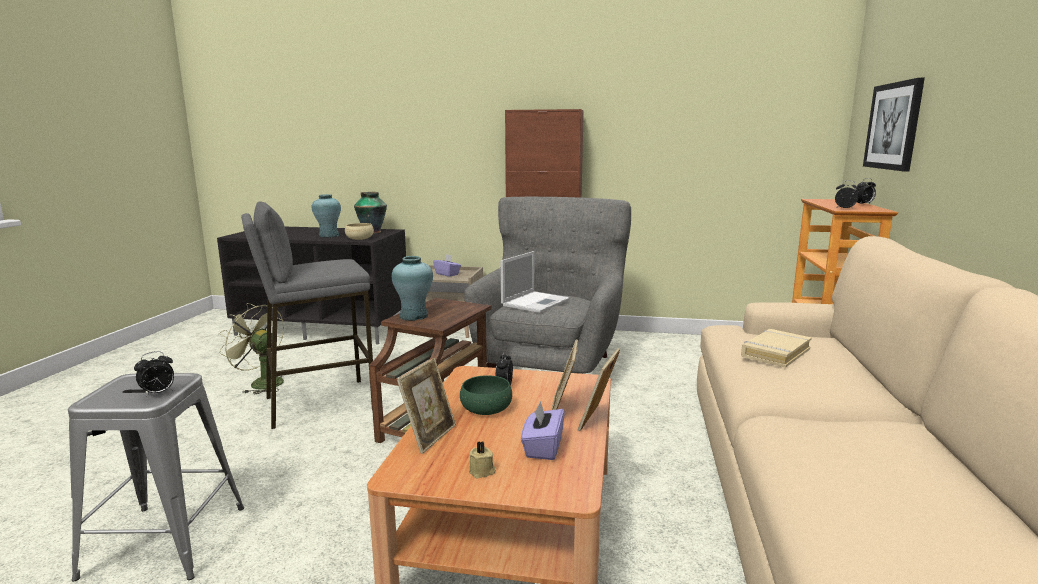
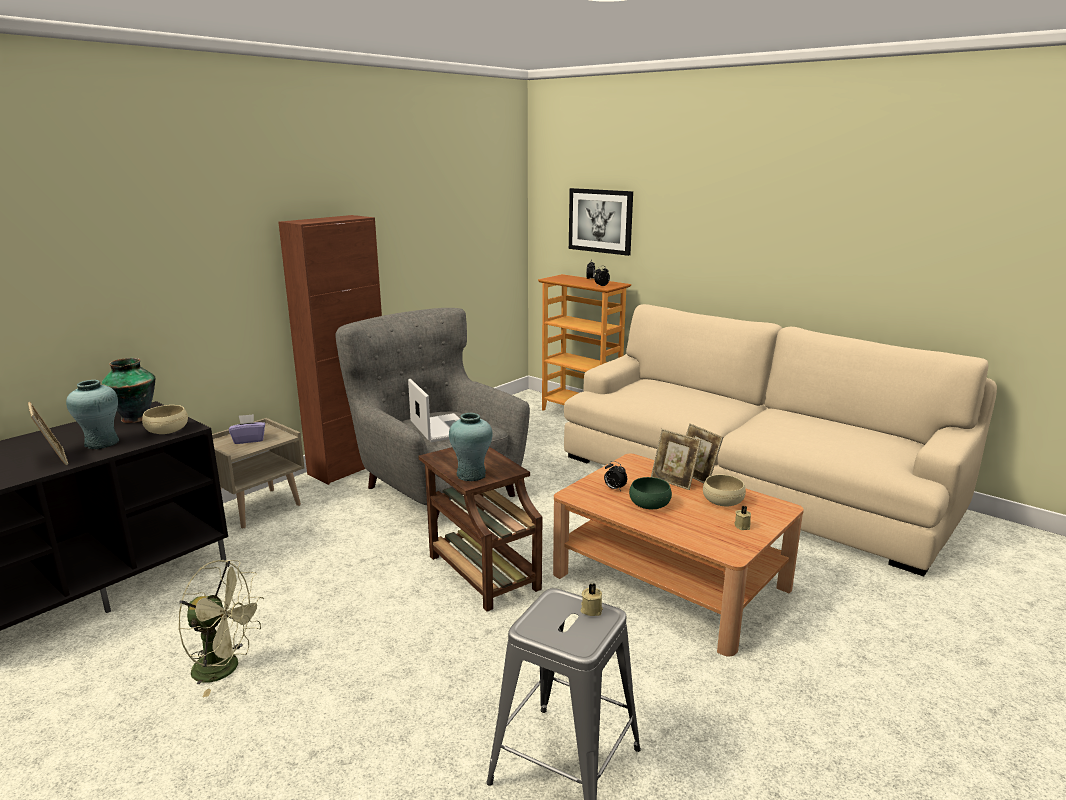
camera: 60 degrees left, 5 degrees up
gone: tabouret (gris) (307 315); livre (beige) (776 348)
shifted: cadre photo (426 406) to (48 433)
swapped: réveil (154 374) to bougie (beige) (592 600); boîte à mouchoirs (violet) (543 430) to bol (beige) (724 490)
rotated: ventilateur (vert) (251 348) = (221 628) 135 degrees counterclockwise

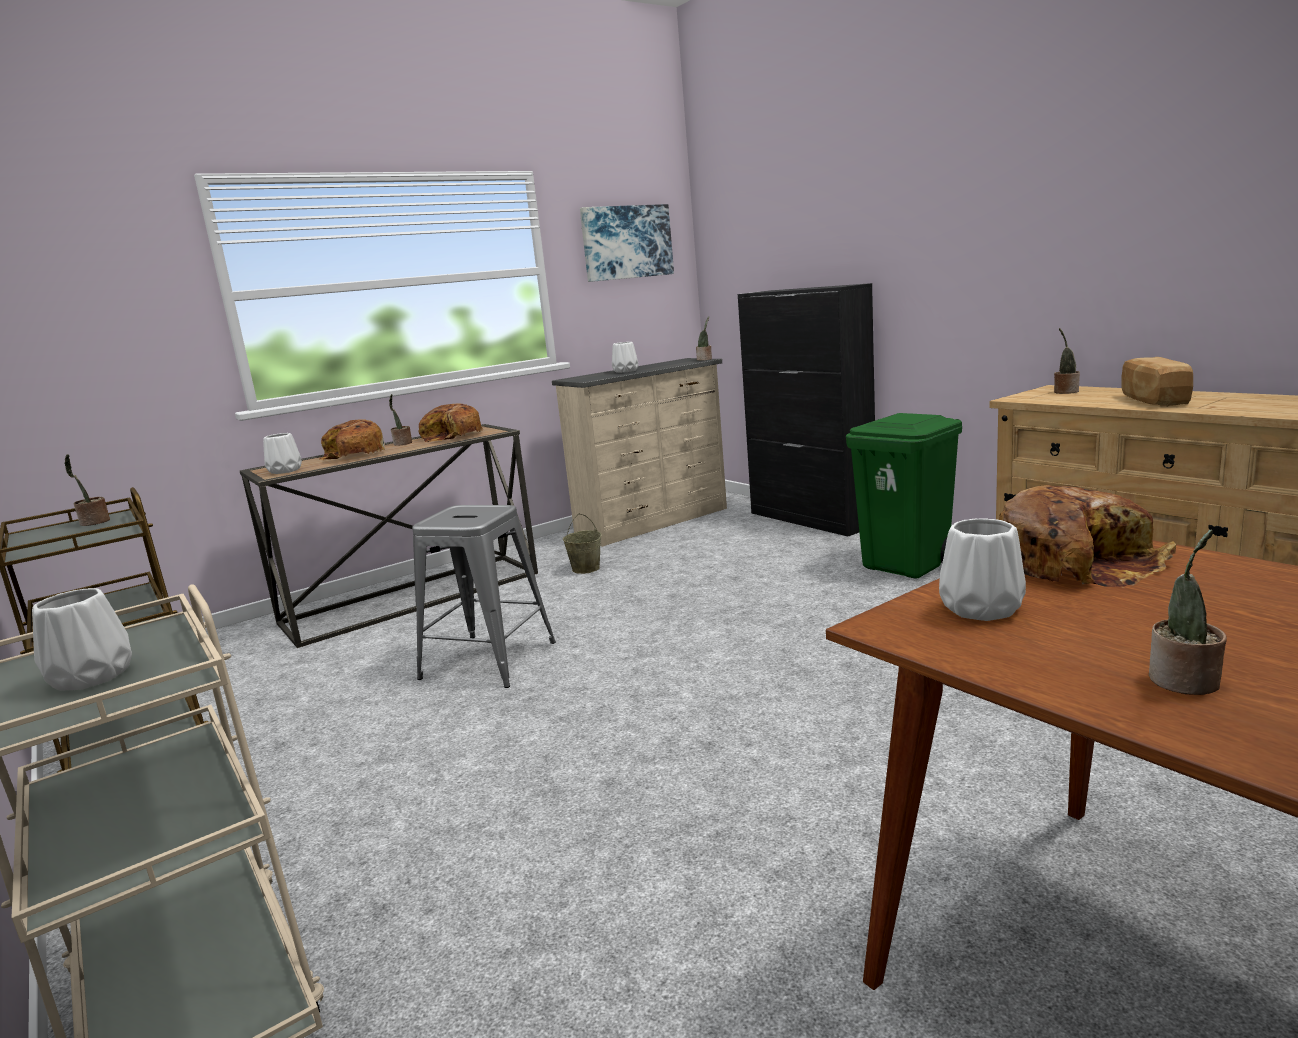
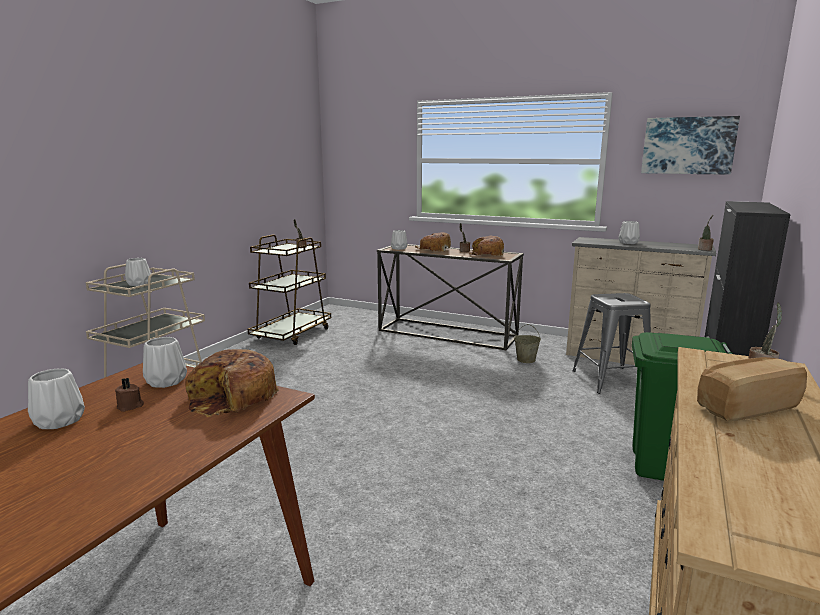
camera: 60 degrees right, 0 degrees up
new: bougie (marron) (129 395)
shifted: tabouret (gris) (484 596) to (612 343)
swapped: plante en pot (1188 612) to vase (blanc) (56 398)

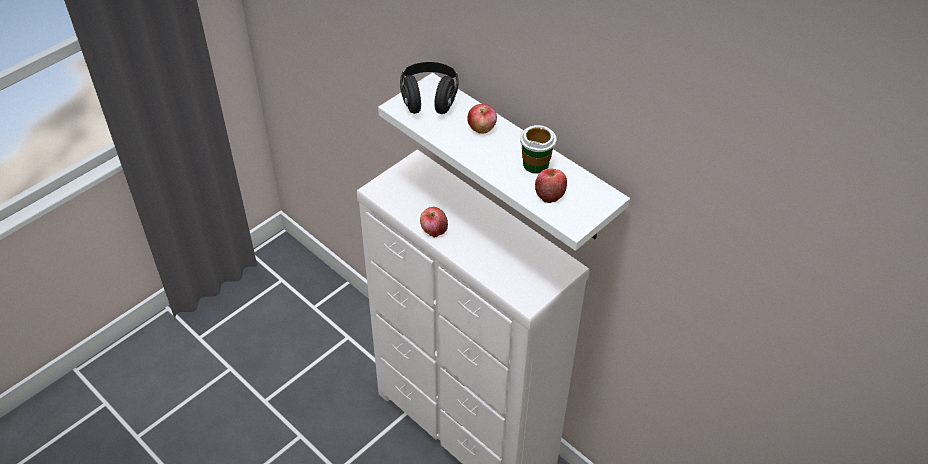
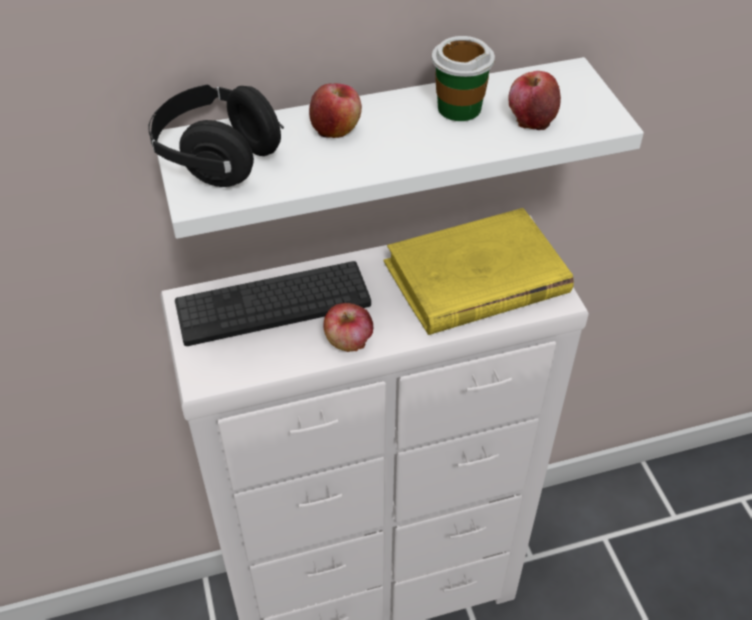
camera: 60 degrees left, 0 degrees up
new: clavier (273 303); livre (jaune) (479 271)

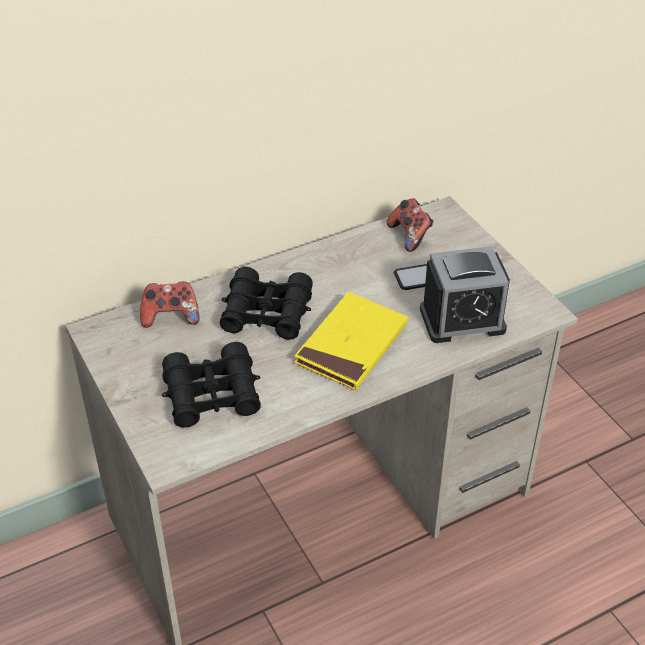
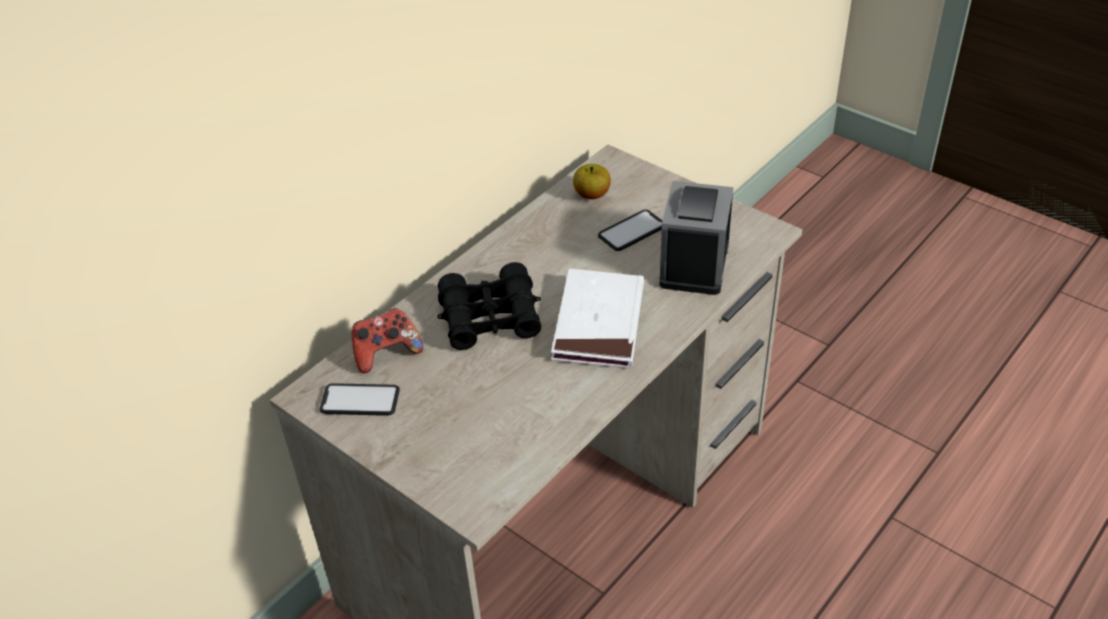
camera: 20 degrees left, 0 degrees up
gone: jumelles (noir) (211 384)
new: téléphone (360 399)
swapped: manette (410 225) to pomme (592 181)
repainted: livre (jaune) (351 341) to livre (blanc) (597 319)
rotated: réveil (465 294) = (696 238) 135 degrees clockwise

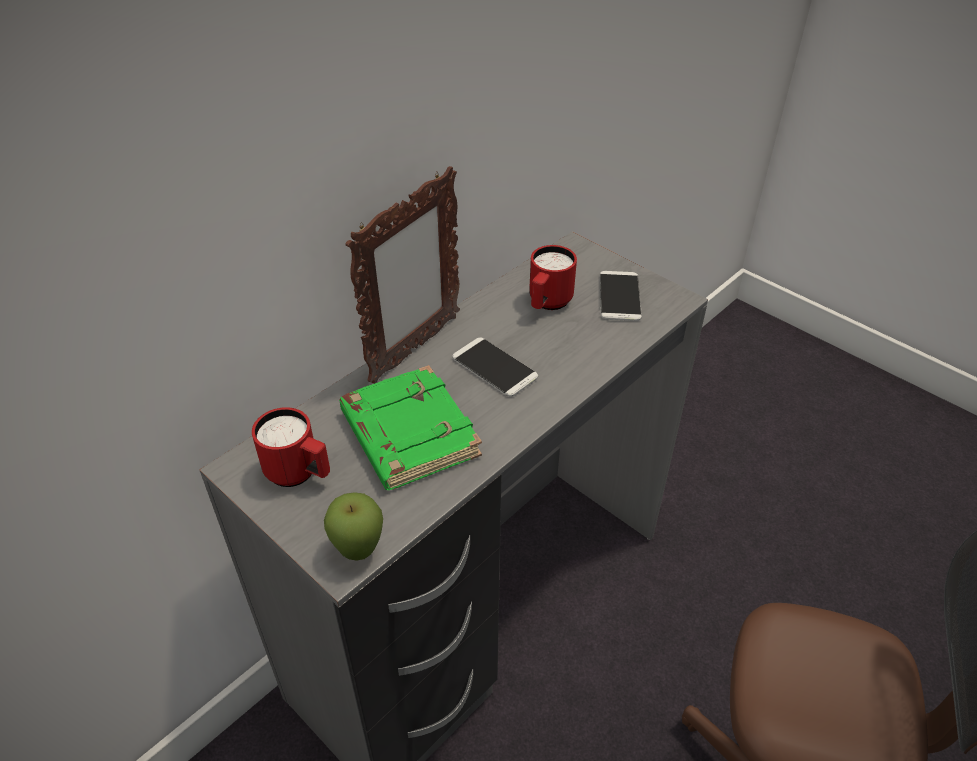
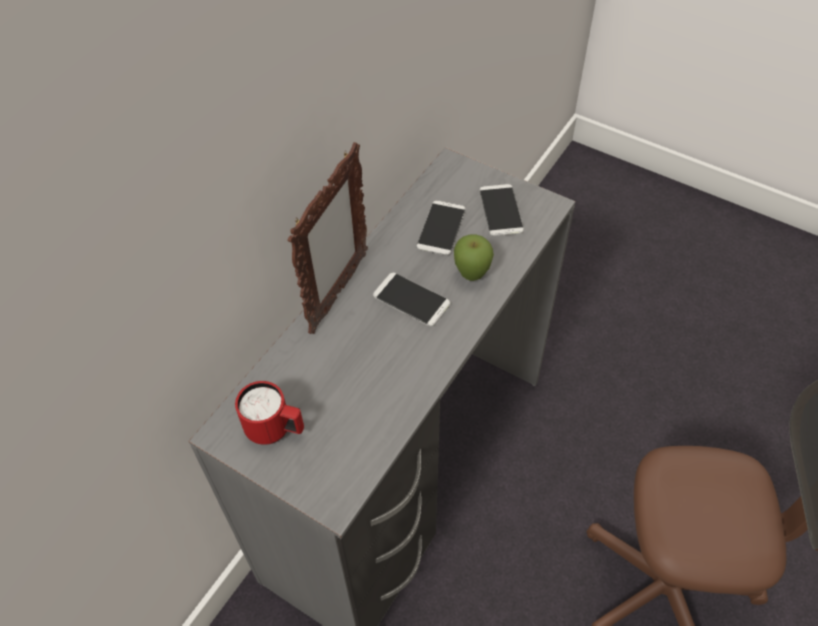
camera: 10 degrees left, 10 degrees up
gone: livre (vert) (410 427)
shifted: pomme (353 526) to (474 257)
swapped: mug (rouge) (553 277) to téléphone (441 228)

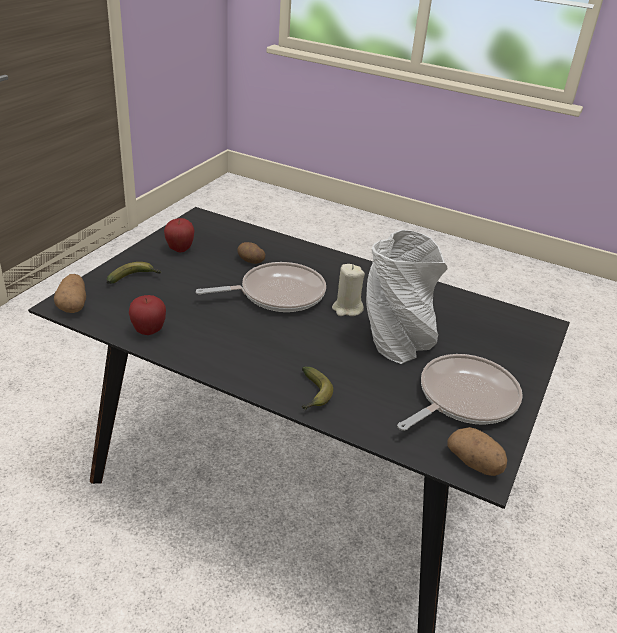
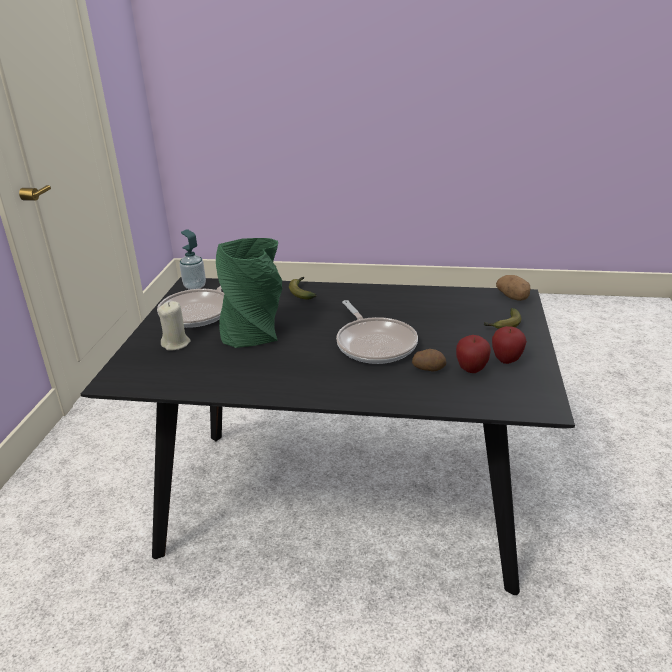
camera: 165 degrees right, 5 degrees down
shifted: bougie (beige) (348 290) to (174 326); pomme (147 315) to (473 354)
swapped: pomme de terre (477 451) to distributeur de savon (192 259)
repainted: vase (gris) (406 297) to vase (vert) (249 293)
rotated: poêle (261 287) = (377 332) 75 degrees counterclockwise

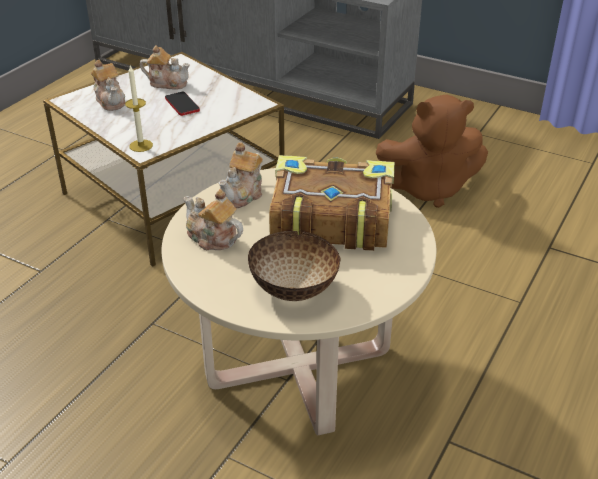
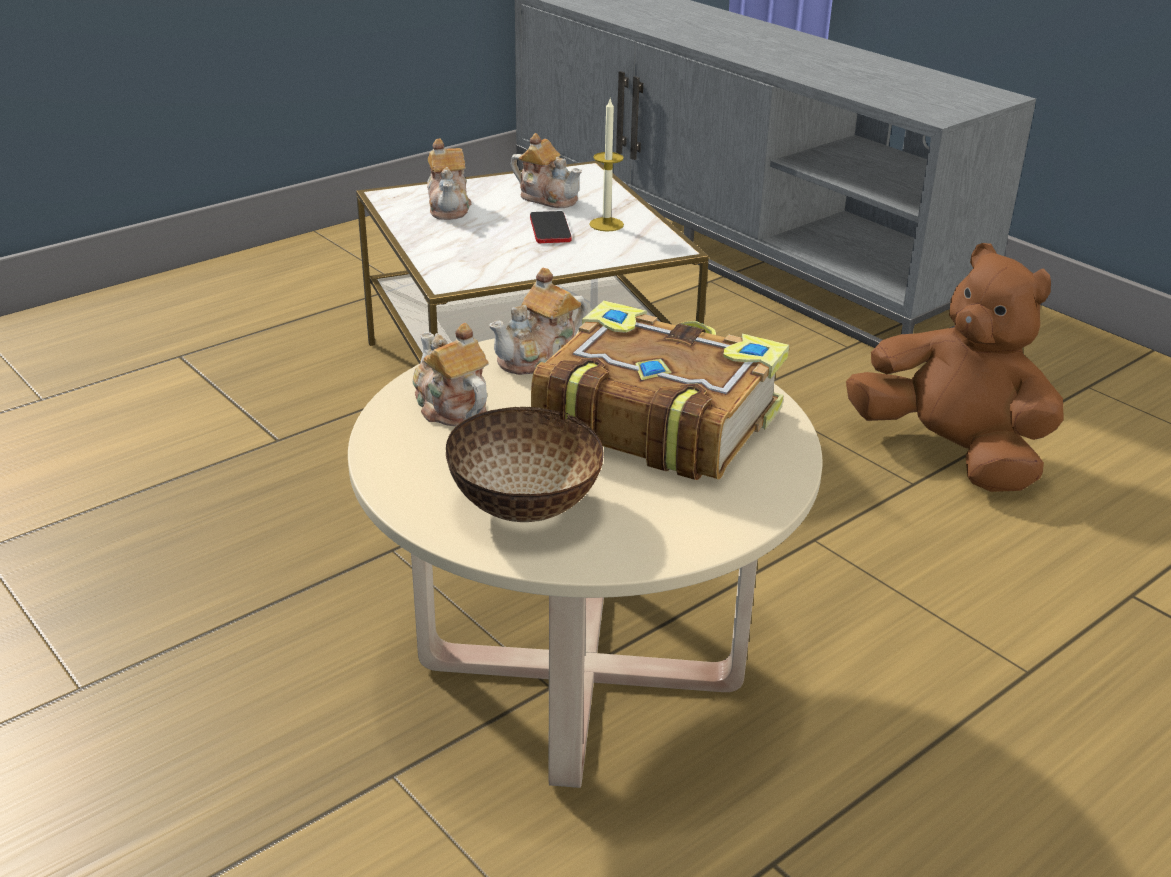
camera: 20 degrees right, 5 degrees down
shifted: bougie (139 109) to (606 164)
rotated: peluche (marron) (432 151) = (955 367) 150 degrees counterclockwise

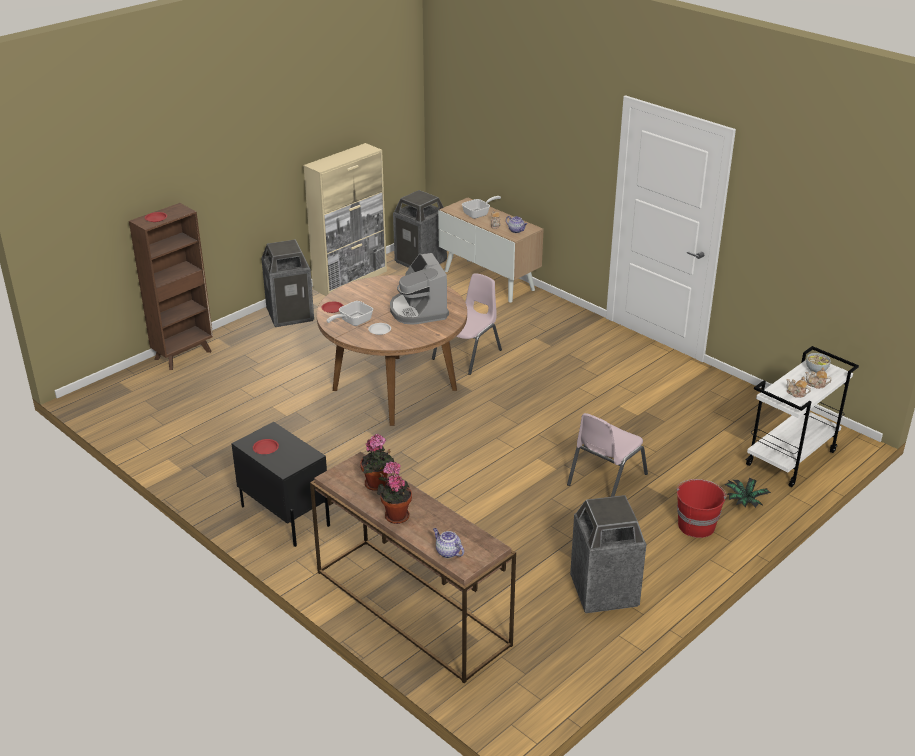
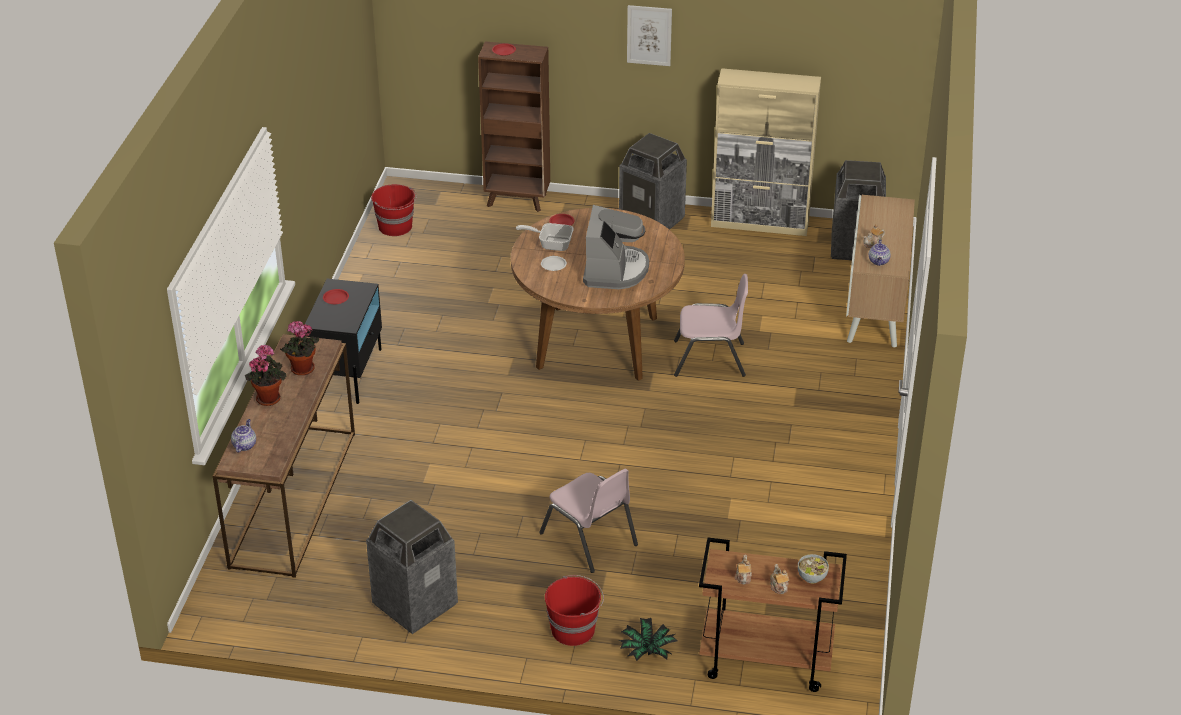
camera: 55 degrees right, 5 degrees up
gone: poêle (481 207)
new: seau (rouge) (394 210); tableau (649 35)
repainted: chariot (blanc) (802 416) to chariot (marron) (773 615)
rotated: chaise (rose) (607 455) = (588 521) 135 degrees counterclockwise; machine à café (419 289) = (616 247) 150 degrees clockwise

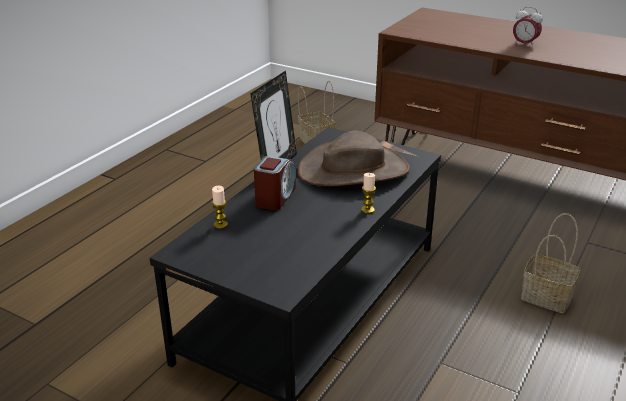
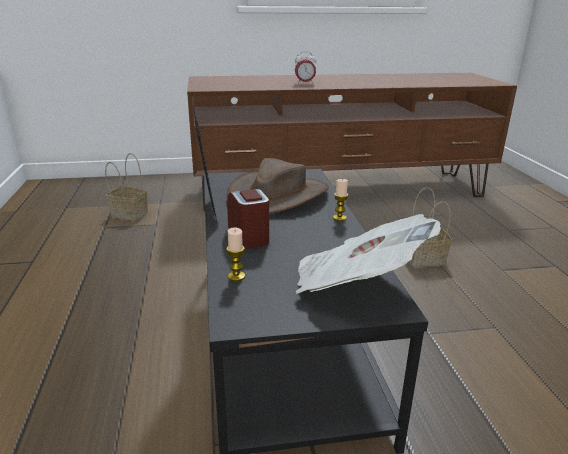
camera: 40 degrees left, 5 degrees down
new: journal (368 254)

